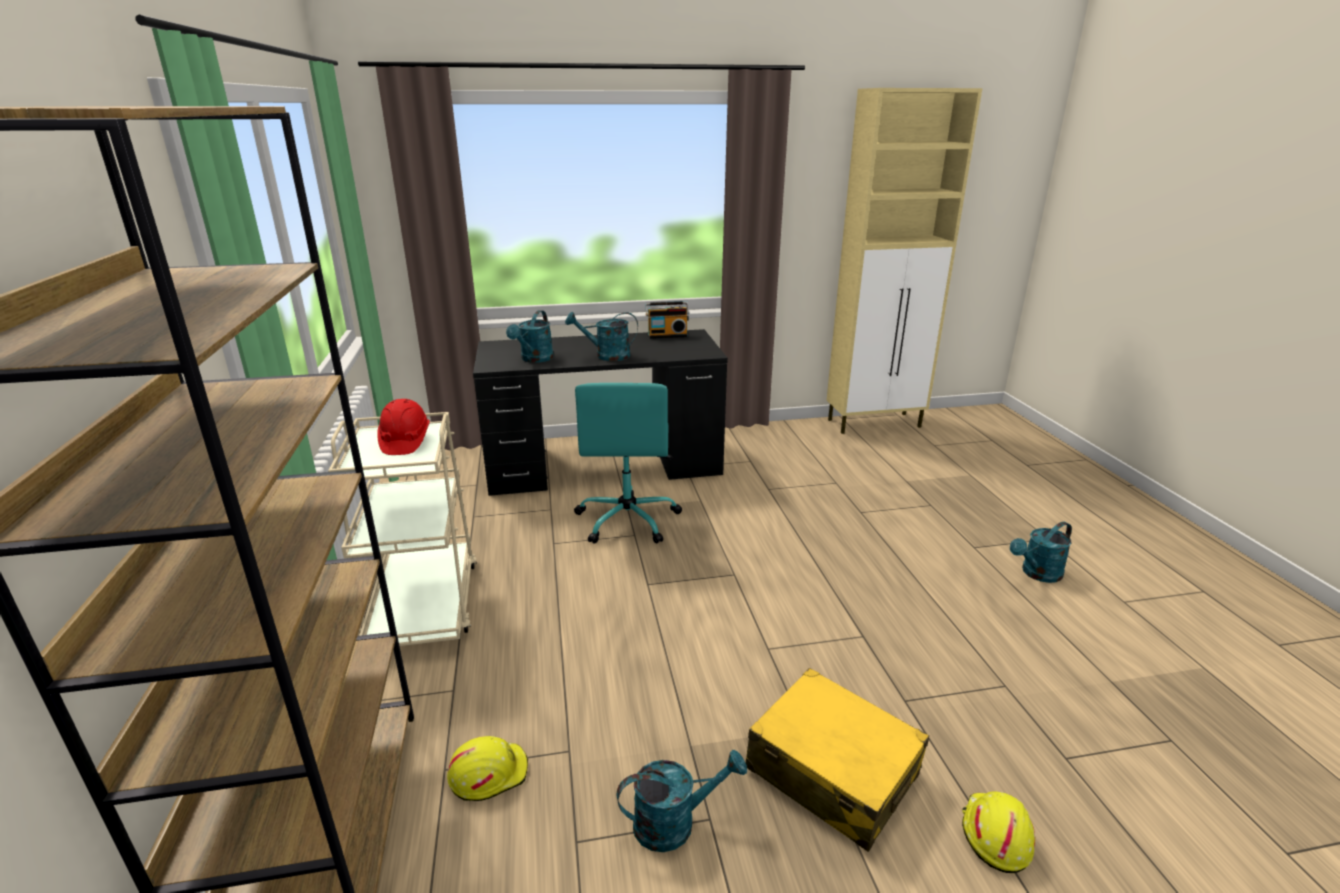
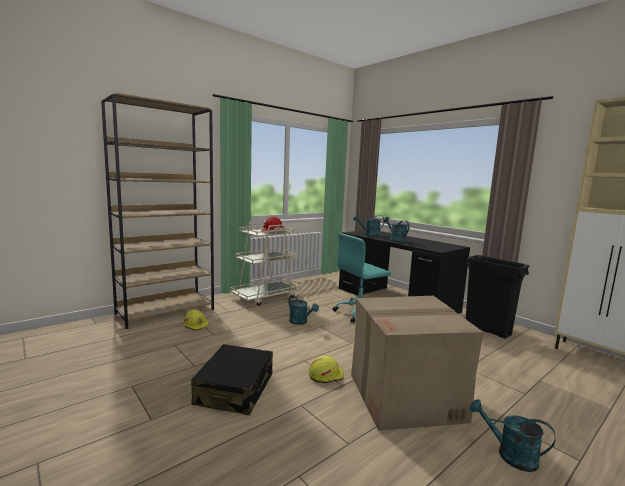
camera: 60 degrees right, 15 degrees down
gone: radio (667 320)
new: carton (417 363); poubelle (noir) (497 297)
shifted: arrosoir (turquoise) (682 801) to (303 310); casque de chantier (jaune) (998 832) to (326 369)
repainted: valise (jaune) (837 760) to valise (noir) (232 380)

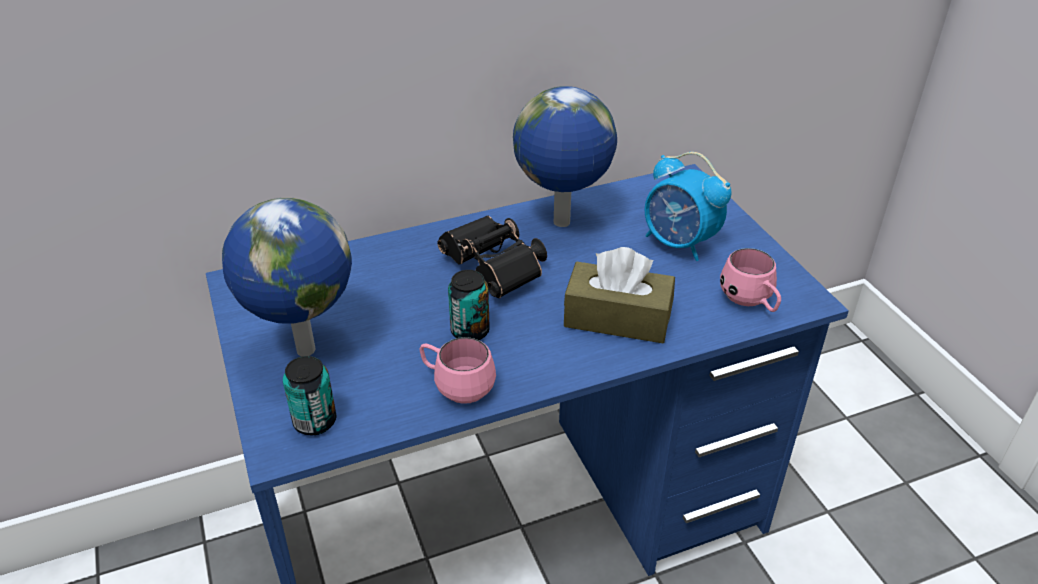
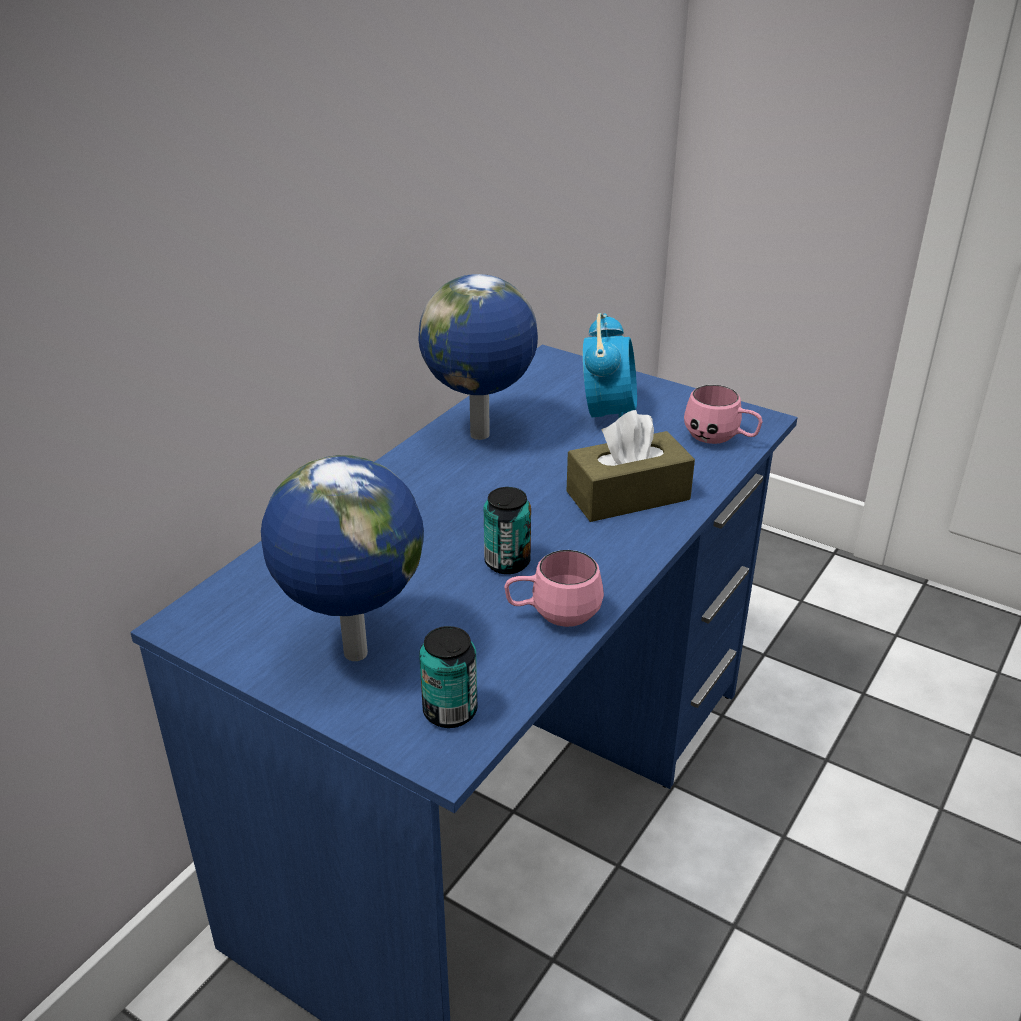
camera: 35 degrees left, 5 degrees down
gone: jumelles (noir) (492 256)
rotated: réveil (688 206) = (610 366) 90 degrees counterclockwise

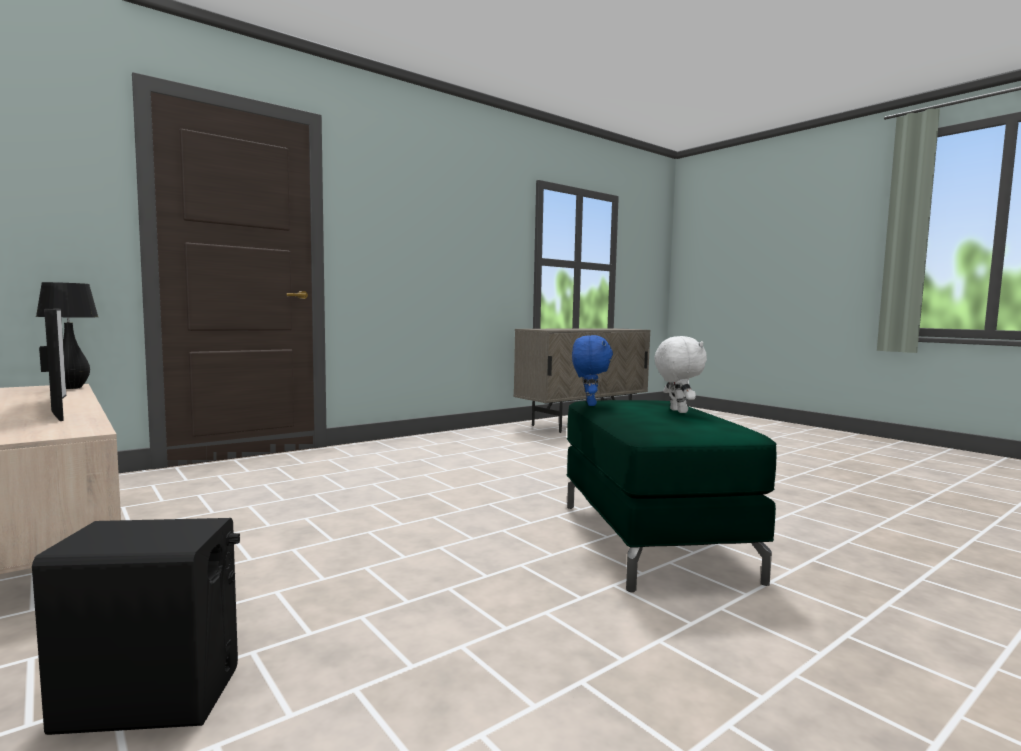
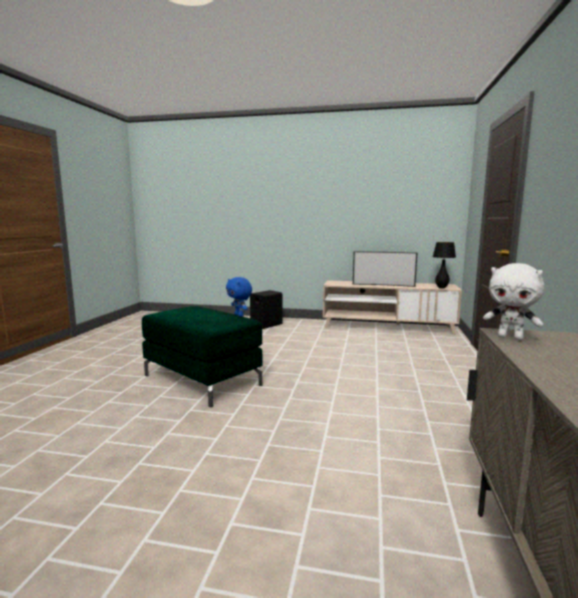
camera: 140 degrees right, 5 degrees up
shifted: peluche (blanc) (680 374) to (513 301)

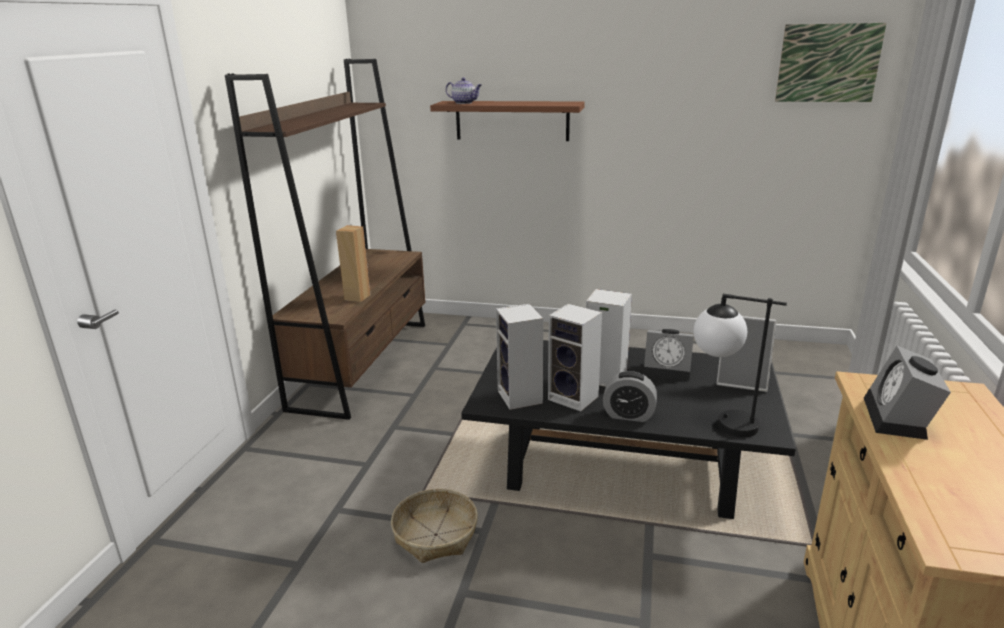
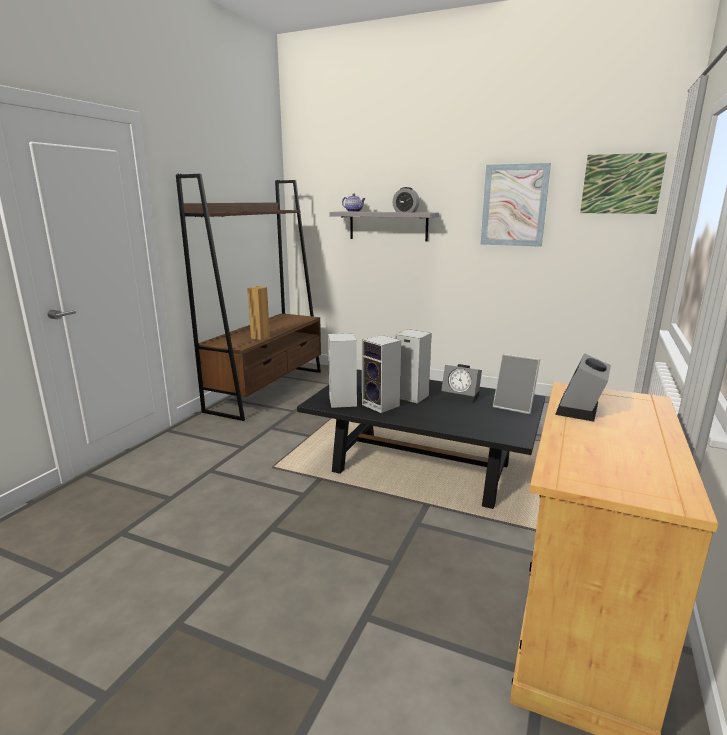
camera: 10 degrees right, 5 degrees down
gone: panier (434 526); lampe de table (740 365)
new: tableau (516 205)
shifted: réveil (630 396) to (406 199)
repainted: étagère (marron) (507 121) to étagère (gris) (384 226)

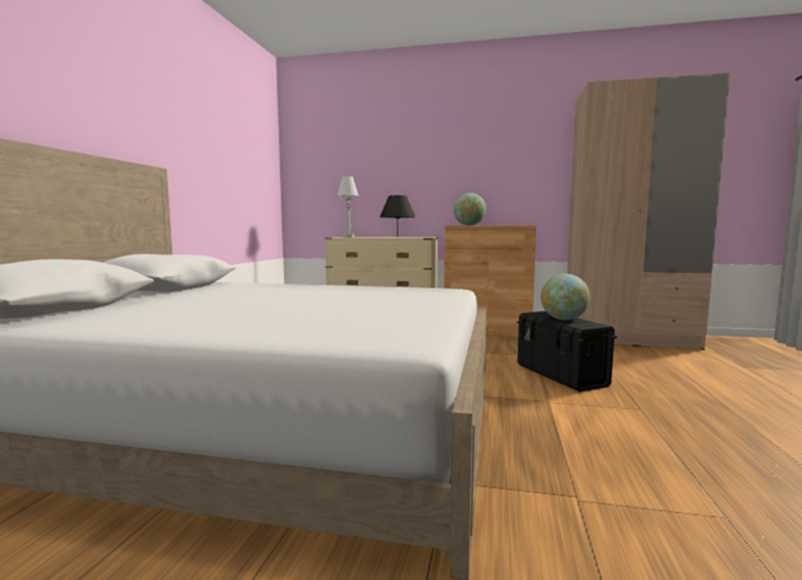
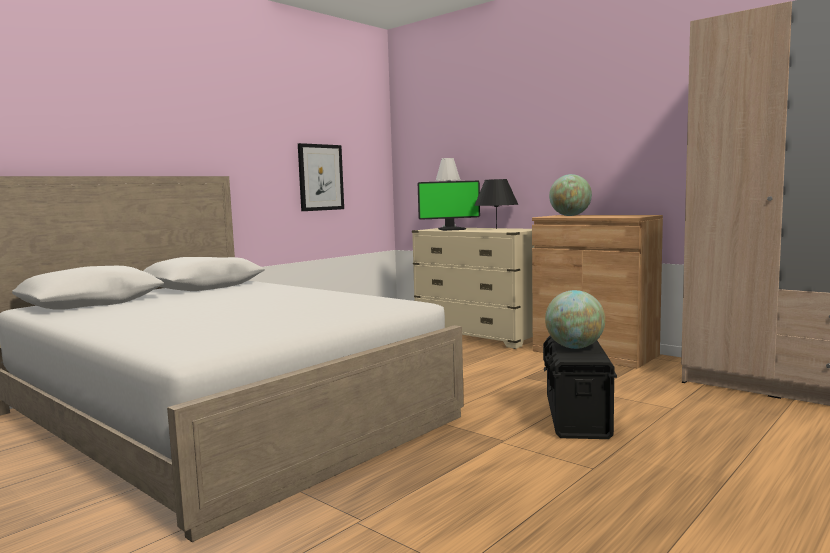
camera: 30 degrees right, 0 degrees up
new: tableau (321 177); écran d'ordinateur (449 206)

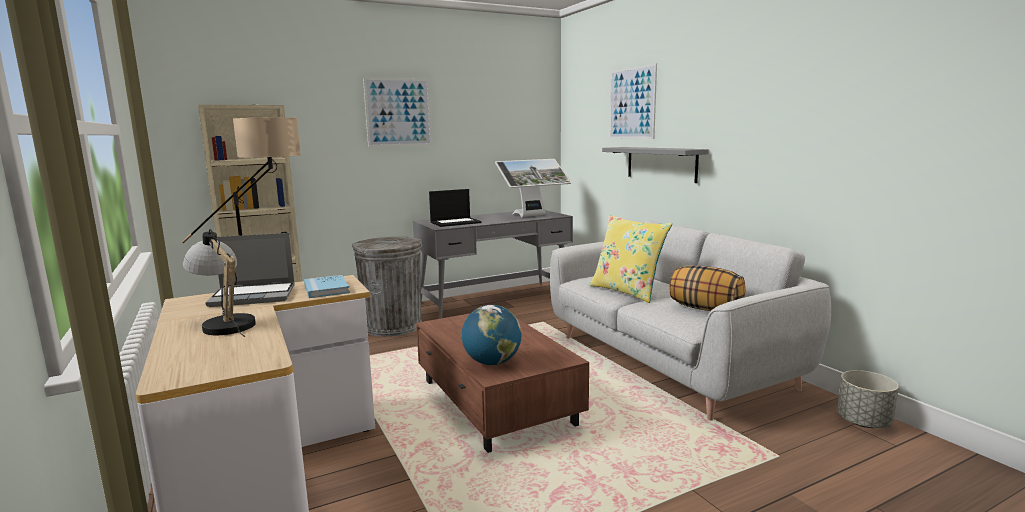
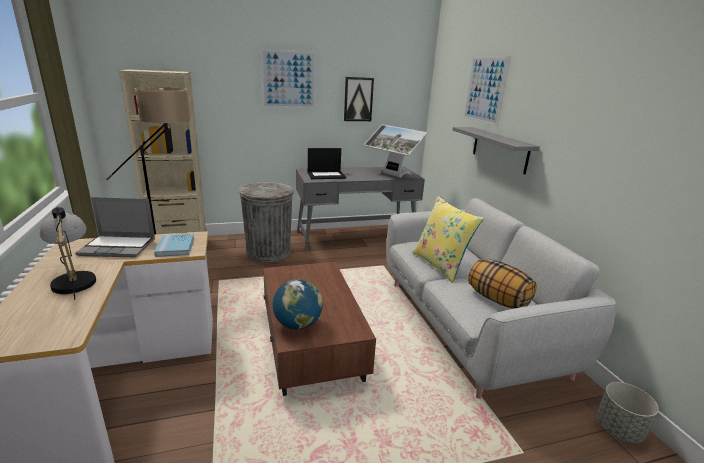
camera: 10 degrees right, 10 degrees up
new: tableau (359 99)
rotated: écran d'ordinateur (533 188) = (396 151) 60 degrees clockwise

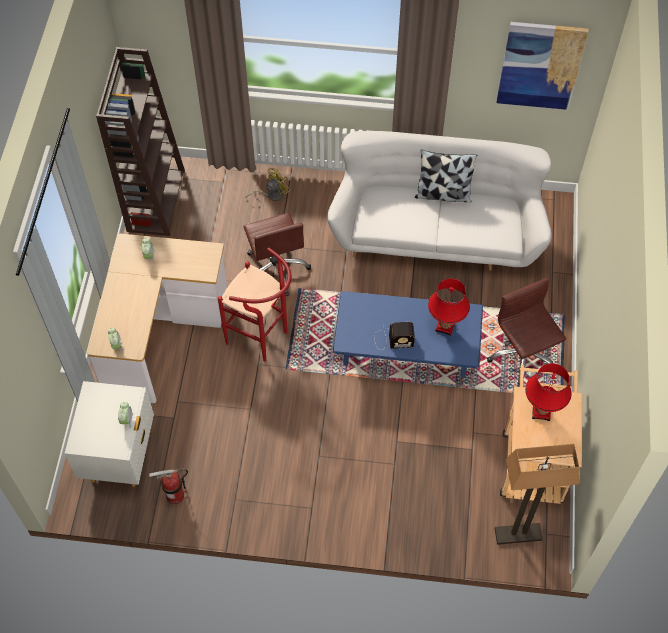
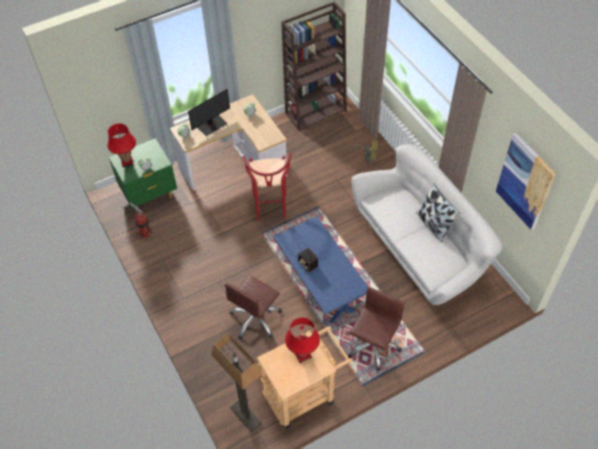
camera: 55 degrees right, 5 degrees down
new: écran d'ordinateur (209 112)
shifted: lampe de table (rouge) (449 307) to (121 145); chaise de bureau (marron) (277 254) to (253 307)
repainted: table de chevet (blanc) (109 434) to table de chevet (vert) (143 175)

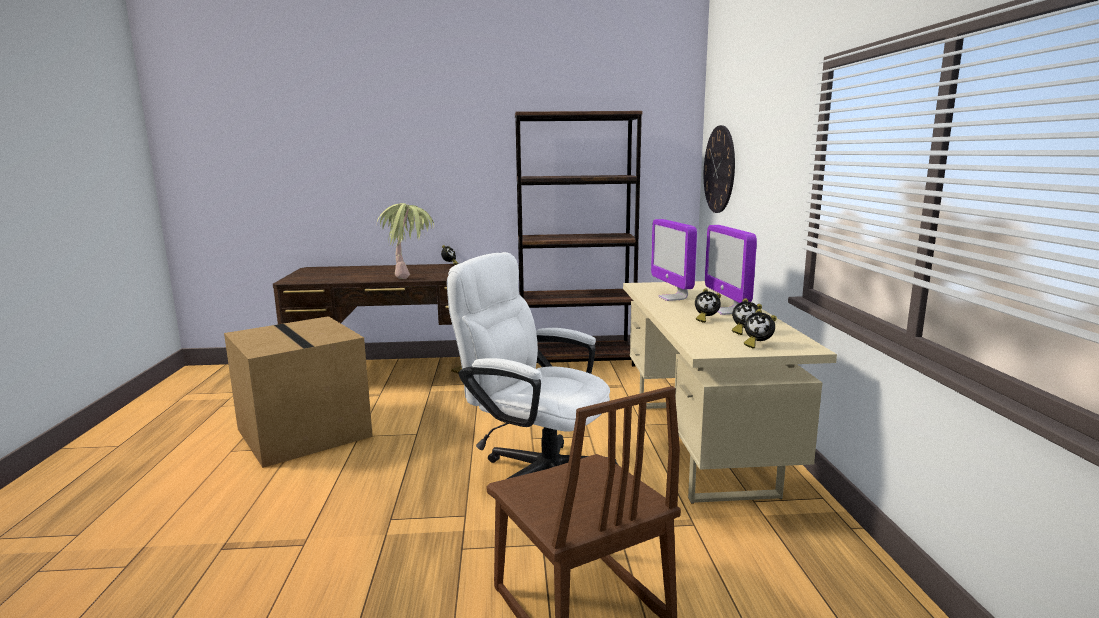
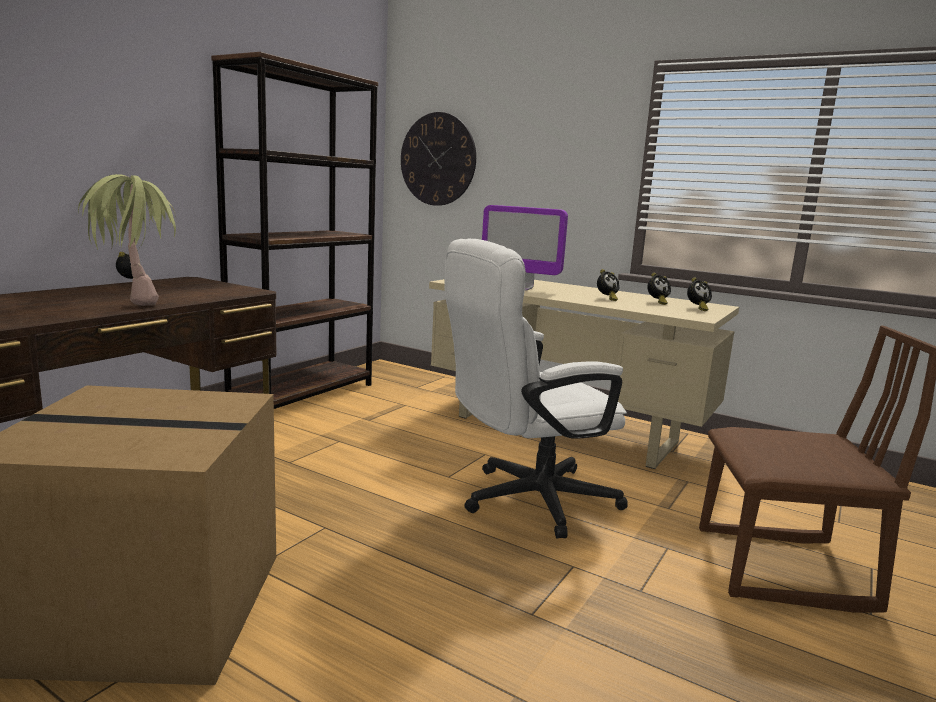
camera: 55 degrees left, 0 degrees up
gone: écran d'ordinateur (731 270)

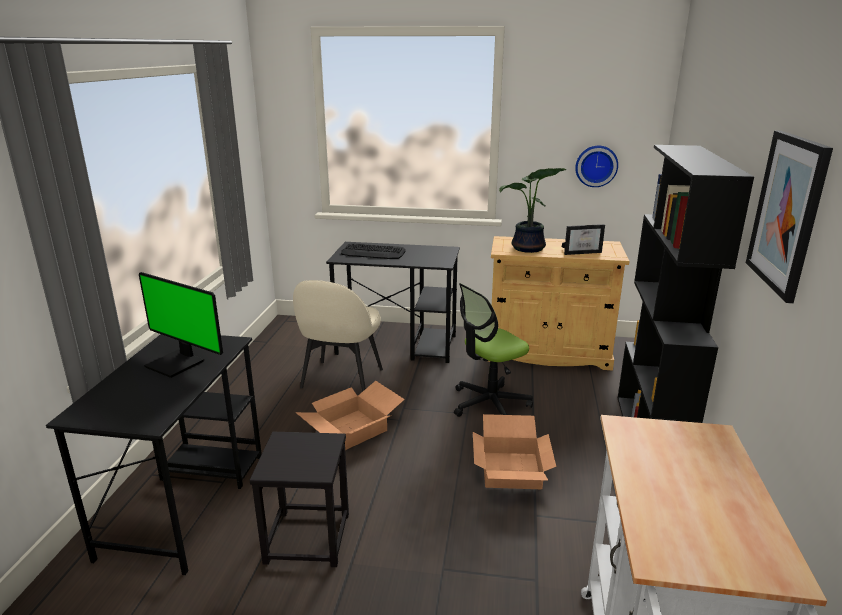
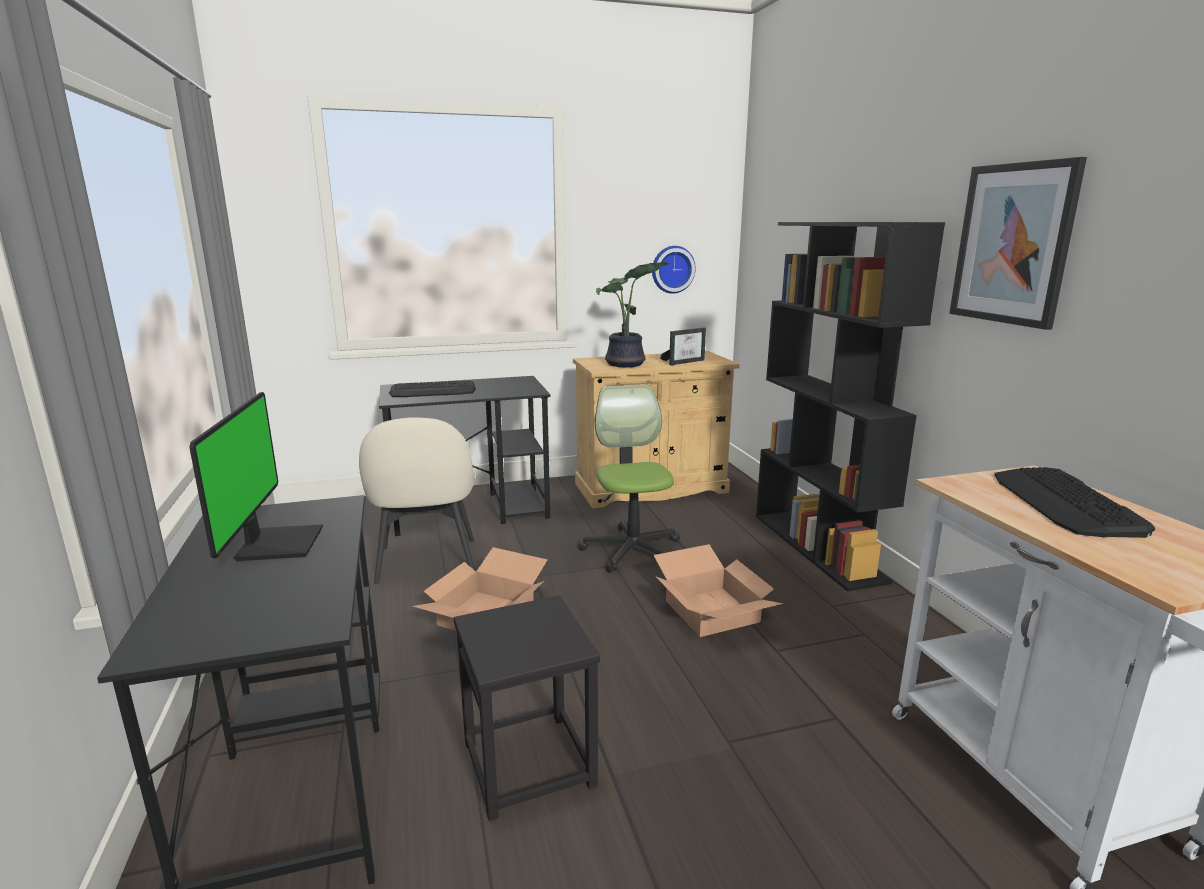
camera: 25 degrees left, 5 degrees down
new: clavier (1074 502)
rotated: écran d'ordinateur (181 325) = (256 476) 105 degrees counterclockwise; chaise de bureau (493 350) = (629 478) 135 degrees clockwise

